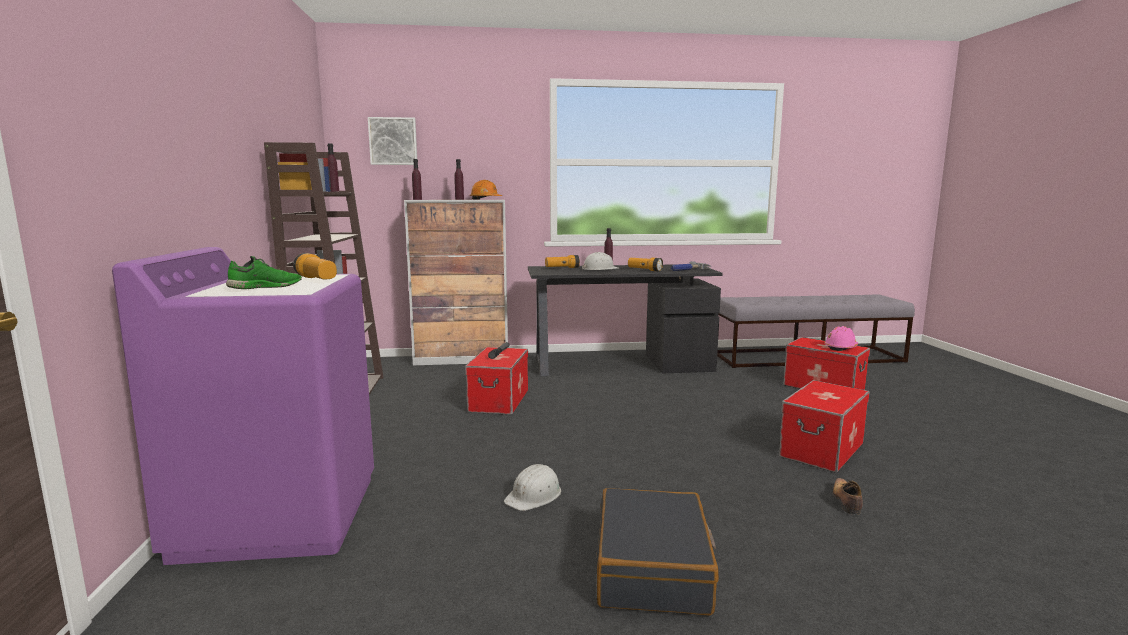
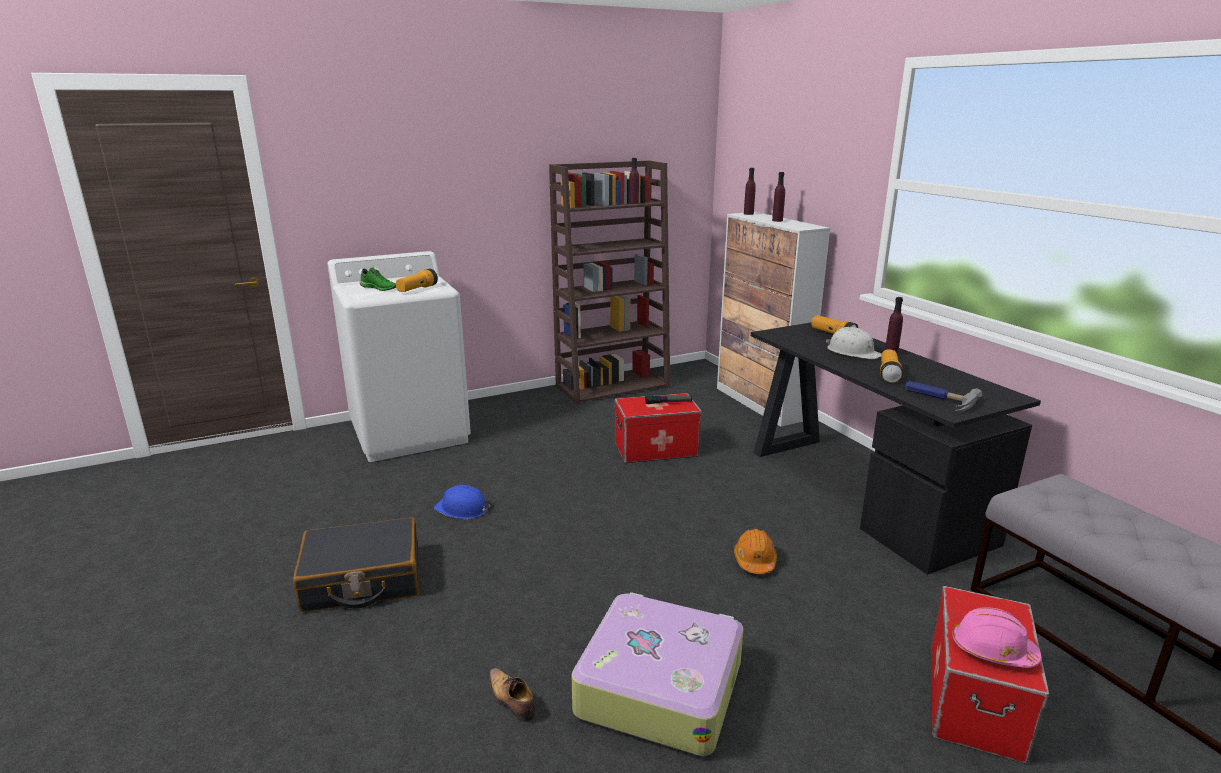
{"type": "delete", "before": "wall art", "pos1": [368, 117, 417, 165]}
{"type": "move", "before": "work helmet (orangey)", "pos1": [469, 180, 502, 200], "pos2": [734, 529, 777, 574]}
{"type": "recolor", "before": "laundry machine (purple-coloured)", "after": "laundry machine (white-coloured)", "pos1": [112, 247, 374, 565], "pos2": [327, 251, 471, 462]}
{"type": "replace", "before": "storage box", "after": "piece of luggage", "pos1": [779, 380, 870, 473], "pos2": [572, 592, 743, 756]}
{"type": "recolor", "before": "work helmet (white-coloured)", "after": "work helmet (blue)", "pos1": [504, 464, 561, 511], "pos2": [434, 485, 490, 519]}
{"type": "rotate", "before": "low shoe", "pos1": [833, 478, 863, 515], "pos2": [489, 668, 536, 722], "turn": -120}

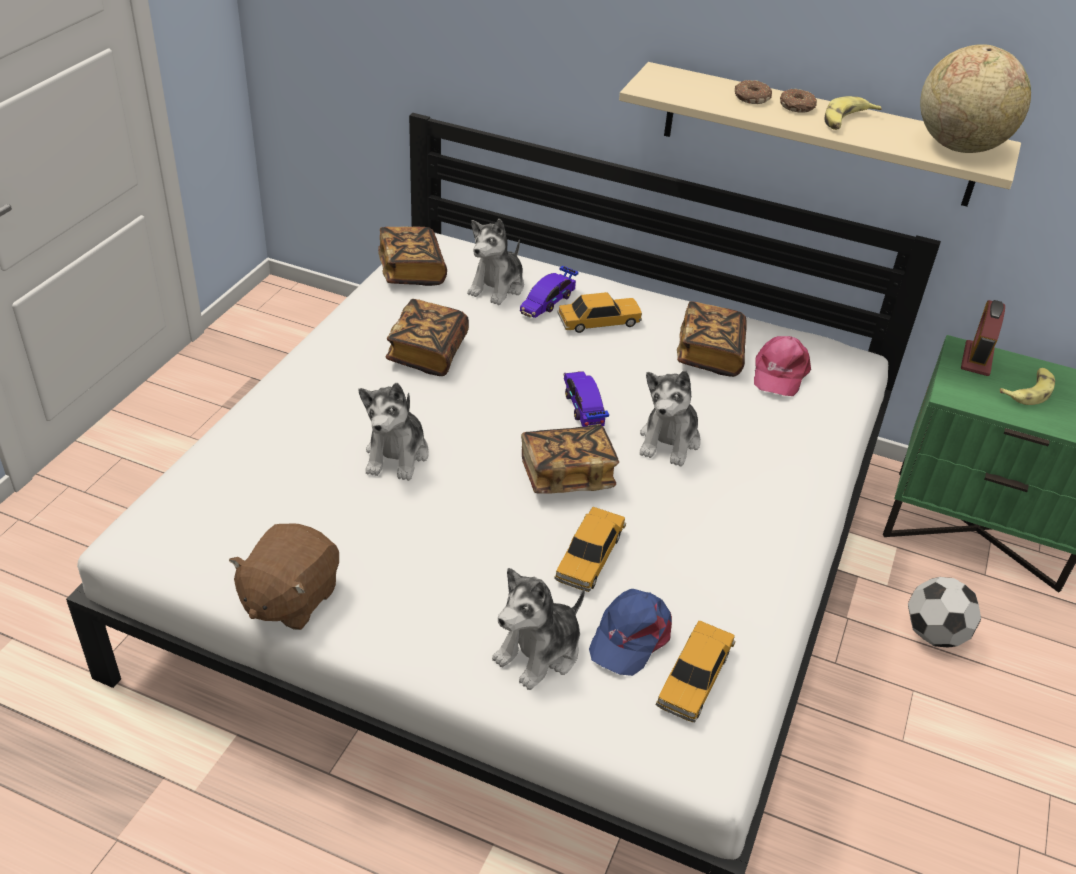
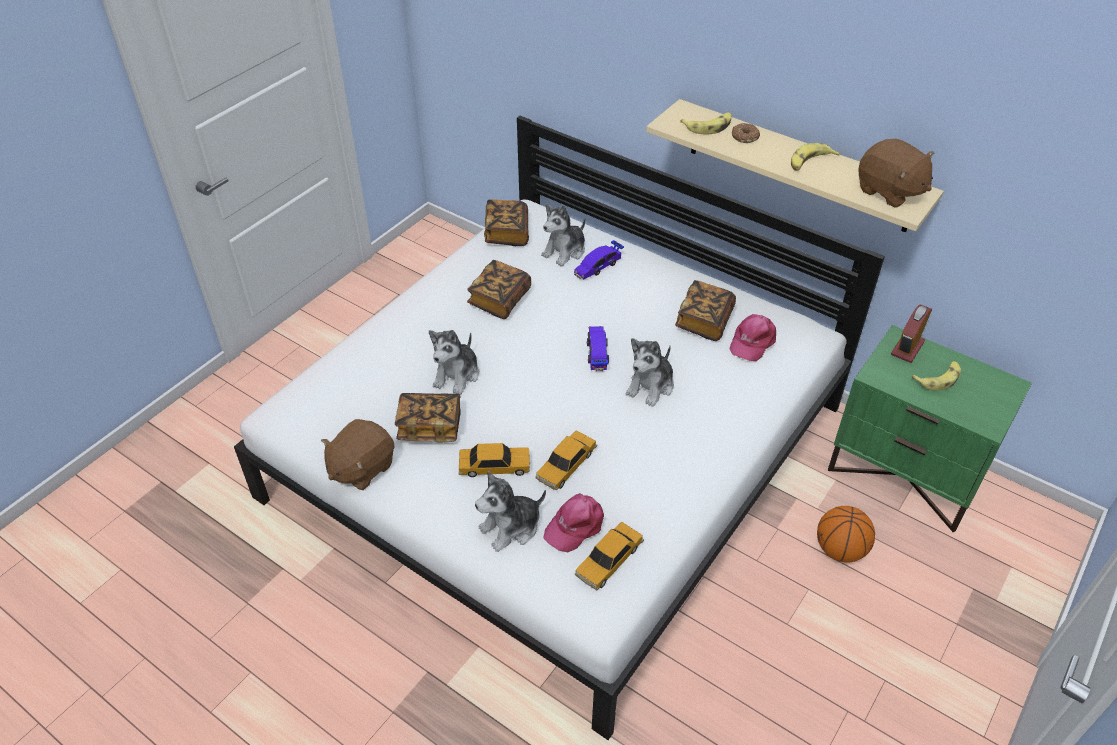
{"type": "replace", "before": "world globe", "after": "cuddly toy (brownish)", "pos1": [920, 45, 1031, 153], "pos2": [858, 139, 934, 208]}
{"type": "delete", "before": "ring doughnut", "pos1": [780, 89, 817, 113]}
{"type": "move", "before": "toy car", "pos1": [557, 292, 642, 333], "pos2": [459, 443, 530, 477]}
{"type": "move", "before": "volume", "pos1": [521, 426, 619, 494], "pos2": [395, 393, 461, 443]}
{"type": "replace", "before": "football ball", "after": "basketball", "pos1": [908, 577, 981, 648], "pos2": [817, 506, 875, 563]}
{"type": "recolor", "before": "baseball cap (blue)", "after": "baseball cap (pink)", "pos1": [589, 589, 672, 676], "pos2": [543, 493, 604, 552]}
{"type": "insert", "after": "banana", "pos2": [680, 113, 732, 135]}

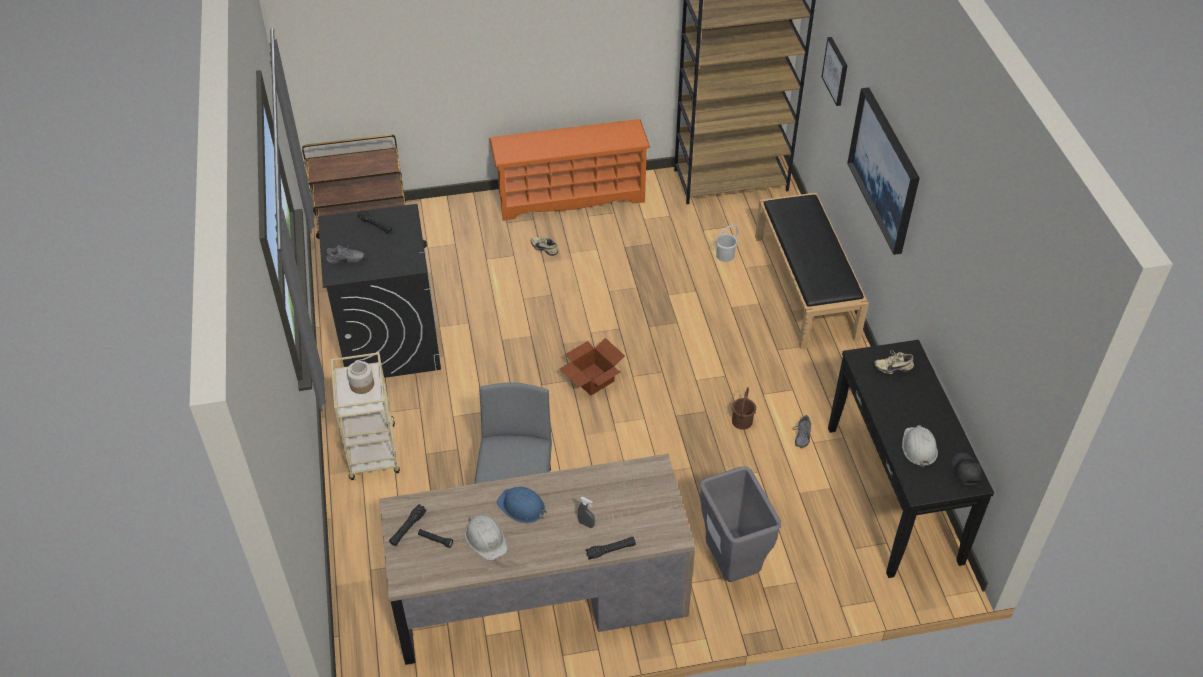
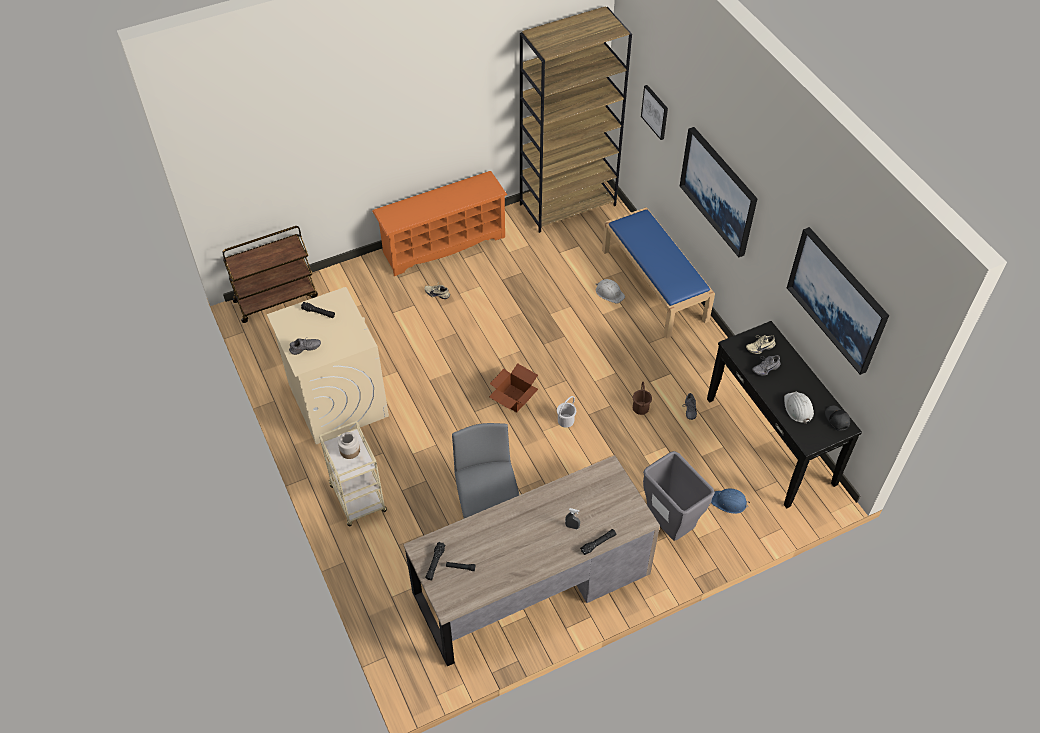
{"type": "recolor", "before": "long seat (black-coloured)", "after": "long seat (blue)", "pos1": [755, 192, 869, 349], "pos2": [602, 207, 715, 338]}
{"type": "recolor", "before": "laundry machine (black-coloured)", "after": "laundry machine (sand-coloured)", "pos1": [318, 204, 441, 378], "pos2": [267, 287, 389, 444]}
{"type": "move", "before": "bucket (white-coloured)", "pos1": [716, 225, 738, 262], "pos2": [557, 396, 576, 428]}
{"type": "move", "before": "work helmet (blue)", "pos1": [497, 487, 547, 523], "pos2": [711, 488, 750, 514]}
{"type": "move", "before": "work helmet (white-coloured)", "pos1": [465, 515, 508, 561], "pos2": [596, 279, 625, 304]}
{"type": "insert", "after": "wall art", "pos2": [787, 227, 889, 375]}
{"type": "insert", "after": "low shoe (grey)", "pos2": [752, 355, 780, 376]}

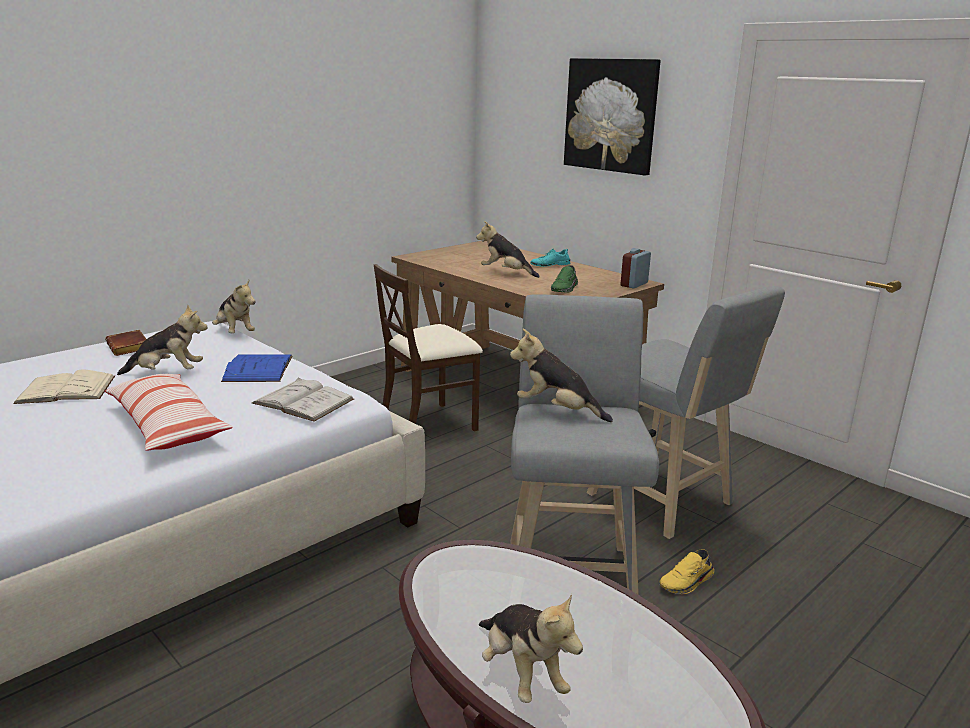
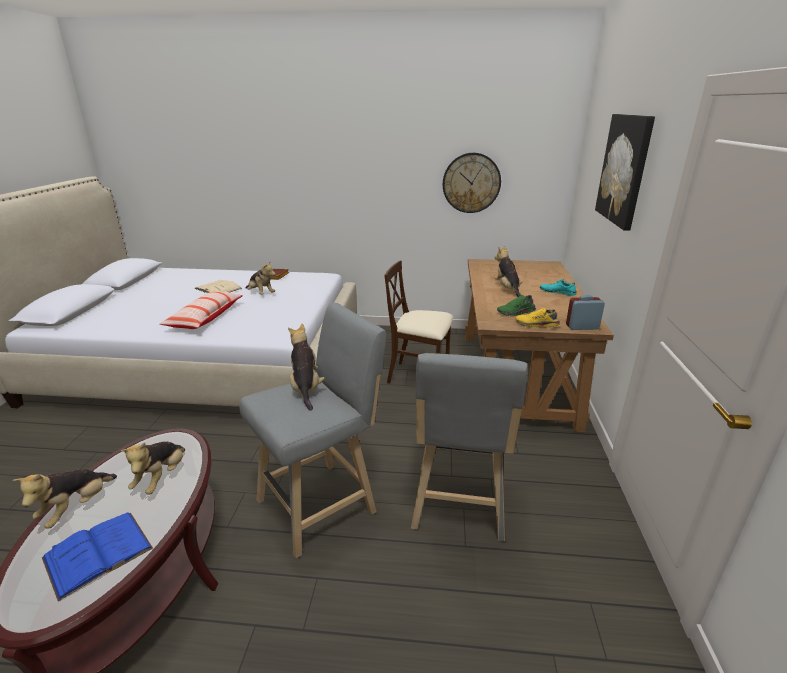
{"type": "move", "before": "cuddly toy", "pos1": [212, 280, 255, 333], "pos2": [121, 441, 185, 495]}
{"type": "move", "before": "volume (blue)", "pos1": [221, 354, 292, 382], "pos2": [42, 512, 153, 601]}
{"type": "delete", "before": "volume (white-coloured)", "pos1": [252, 378, 354, 422]}
{"type": "move", "before": "low shoe (yellowish)", "pos1": [660, 549, 714, 594], "pos2": [515, 308, 560, 328]}
{"type": "insert", "after": "clock on the wall", "pos2": [443, 153, 501, 213]}

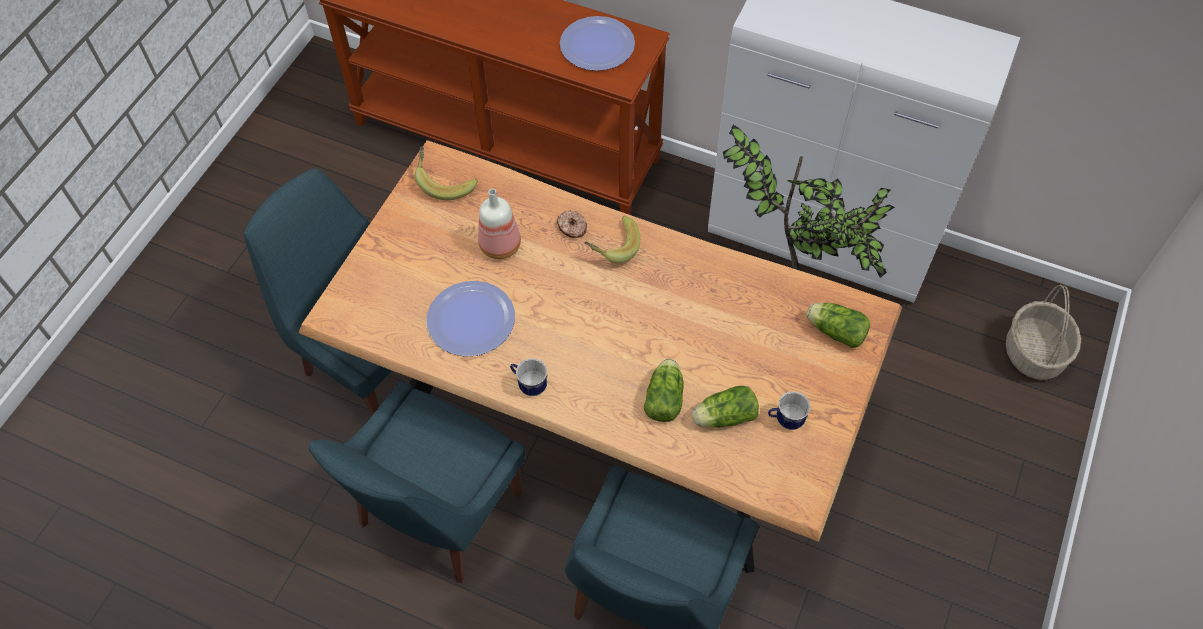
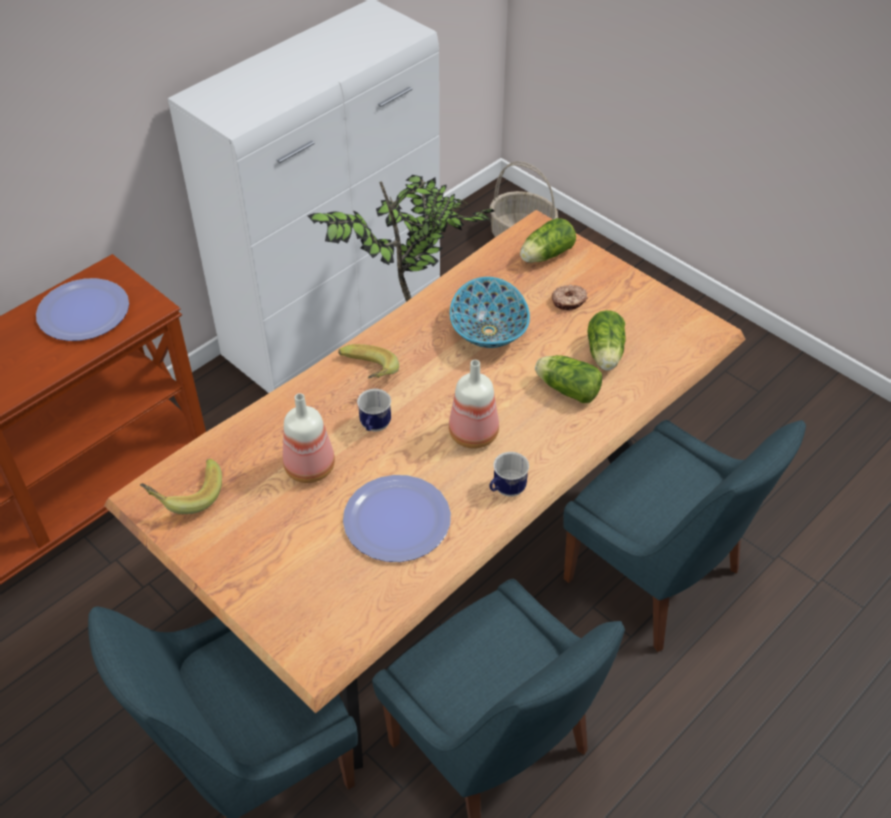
{"type": "move", "before": "ring doughnut", "pos1": [557, 210, 587, 238], "pos2": [552, 285, 588, 310]}
{"type": "move", "before": "tea mug", "pos1": [768, 391, 811, 430], "pos2": [357, 389, 391, 432]}
{"type": "insert", "after": "deep dish", "pos2": [450, 277, 530, 348]}
{"type": "insert", "after": "drink bottle", "pos2": [449, 360, 499, 449]}

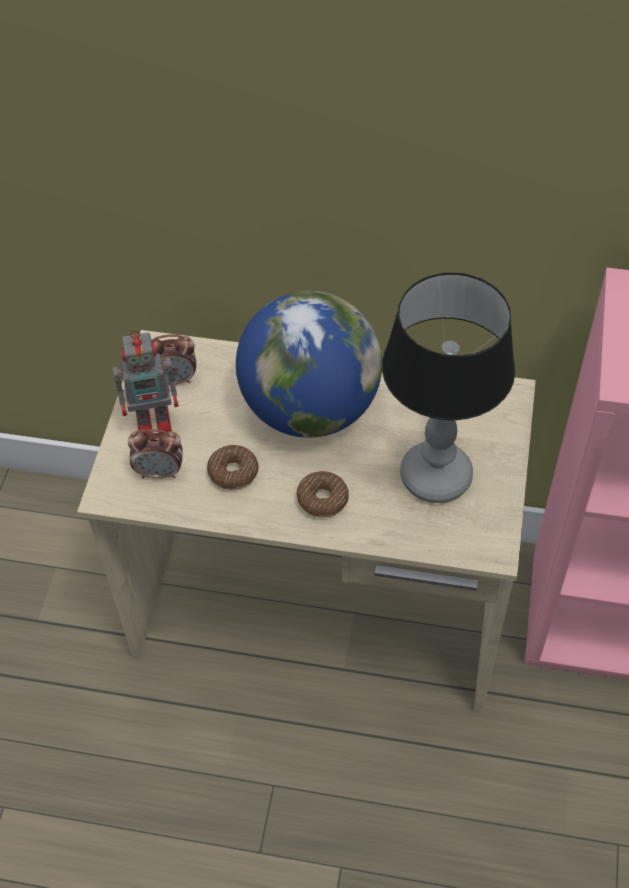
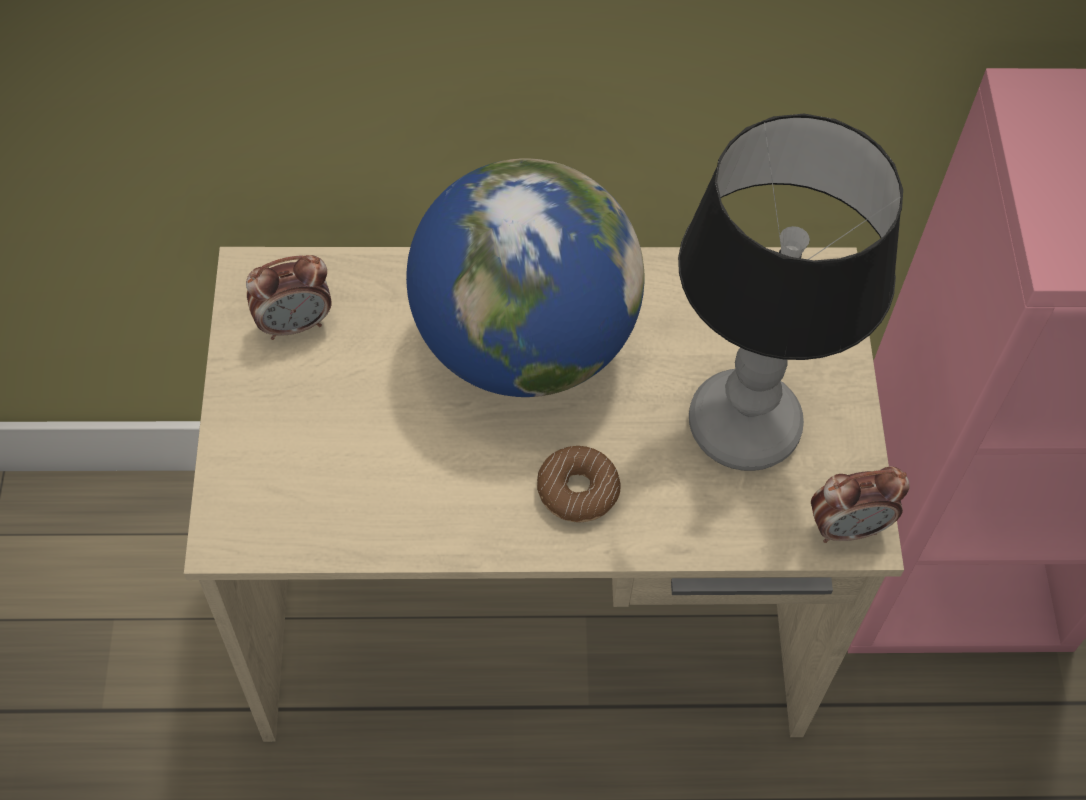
{"type": "delete", "before": "robot figure", "pos1": [113, 330, 179, 434]}
{"type": "move", "before": "bedside clock", "pos1": [128, 429, 183, 478], "pos2": [811, 466, 909, 543]}
{"type": "delete", "before": "ring doughnut", "pos1": [207, 445, 259, 490]}

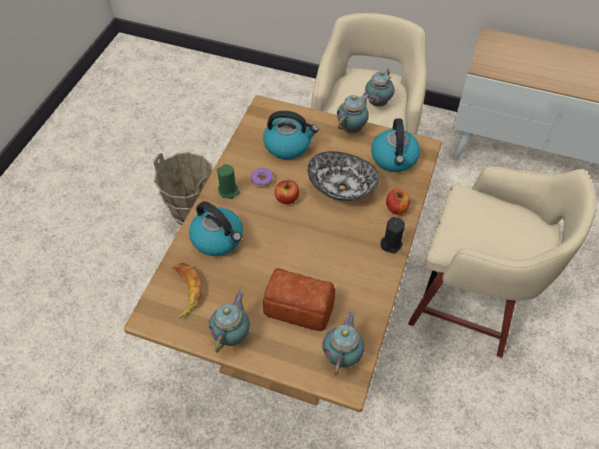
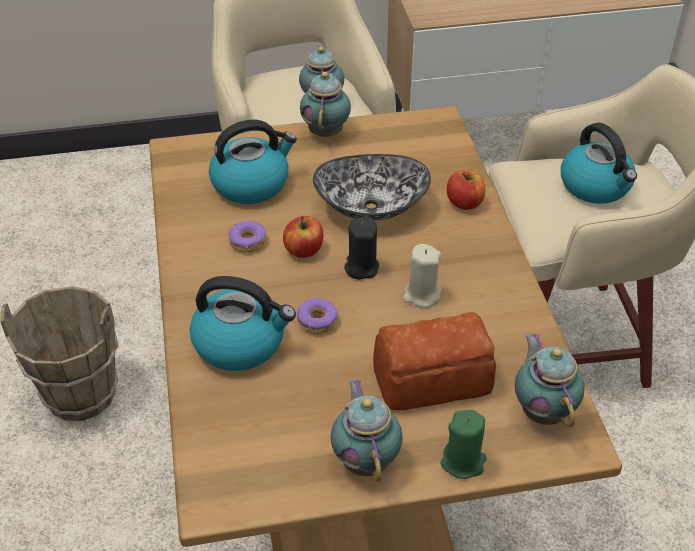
{"type": "move", "before": "tea kettle", "pos1": [371, 118, 420, 172], "pos2": [561, 123, 637, 204]}
{"type": "move", "before": "wax light (green-coloured)", "pos1": [217, 164, 240, 199], "pos2": [440, 410, 486, 479]}
{"type": "move", "before": "wax light (black-coloured)", "pos1": [381, 217, 405, 253], "pos2": [344, 217, 379, 280]}
{"type": "delete", "before": "banana", "pos1": [173, 263, 201, 318]}
{"type": "insert", "after": "wax light (sand-coloured)", "pos2": [403, 244, 441, 308]}
{"type": "insert", "after": "ring doughnut", "pos2": [297, 298, 338, 334]}

